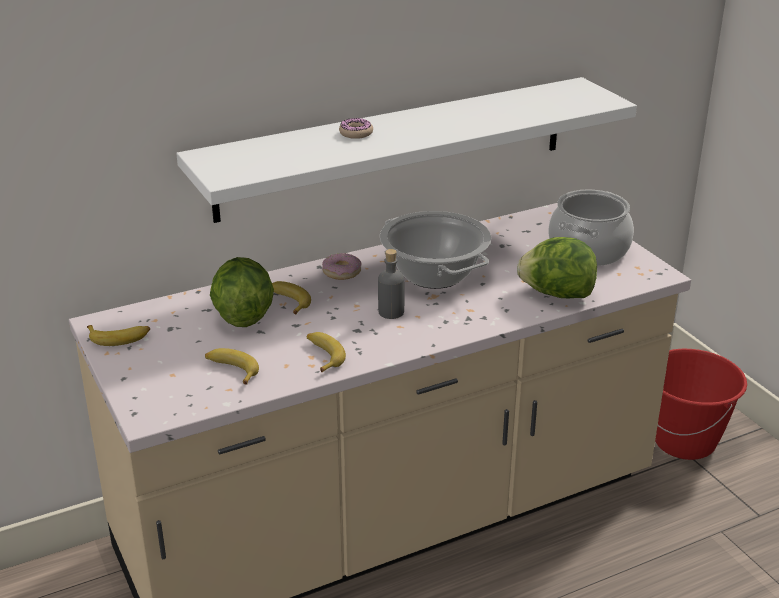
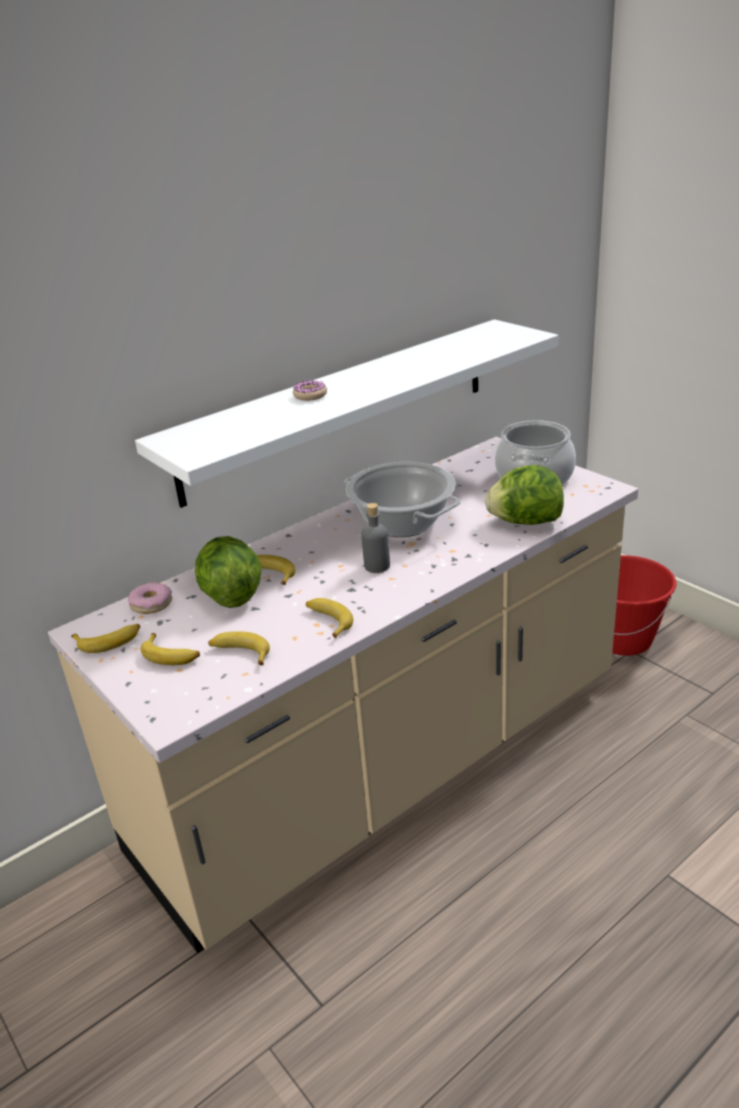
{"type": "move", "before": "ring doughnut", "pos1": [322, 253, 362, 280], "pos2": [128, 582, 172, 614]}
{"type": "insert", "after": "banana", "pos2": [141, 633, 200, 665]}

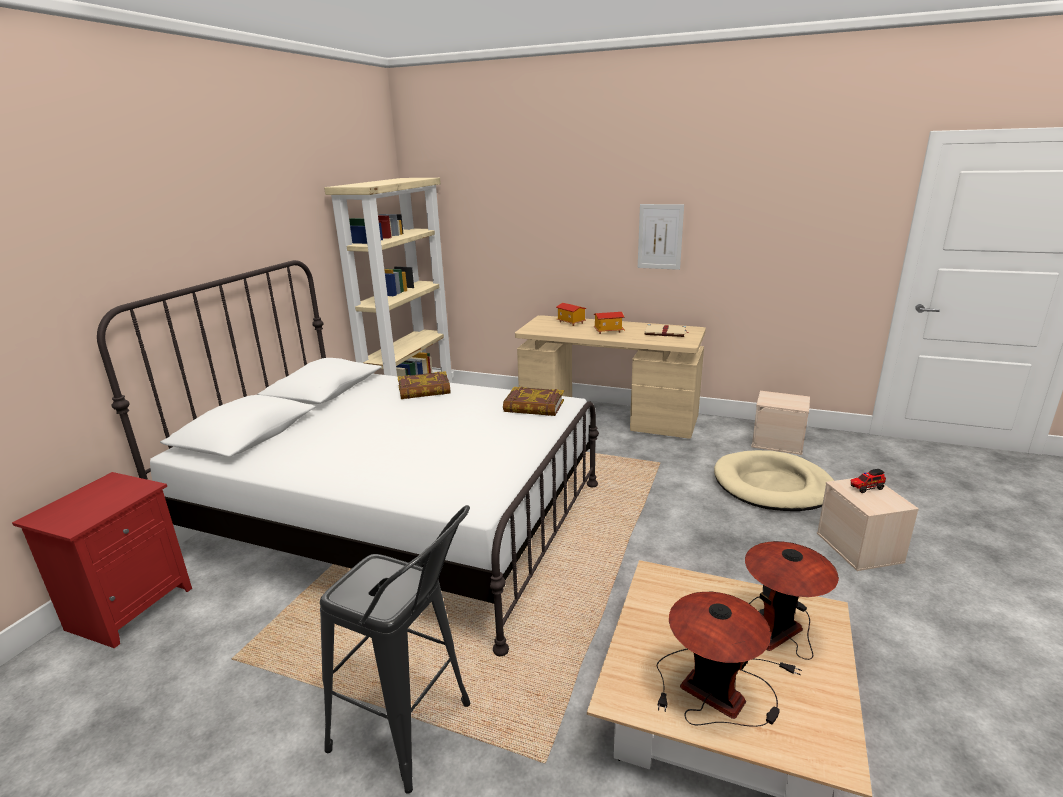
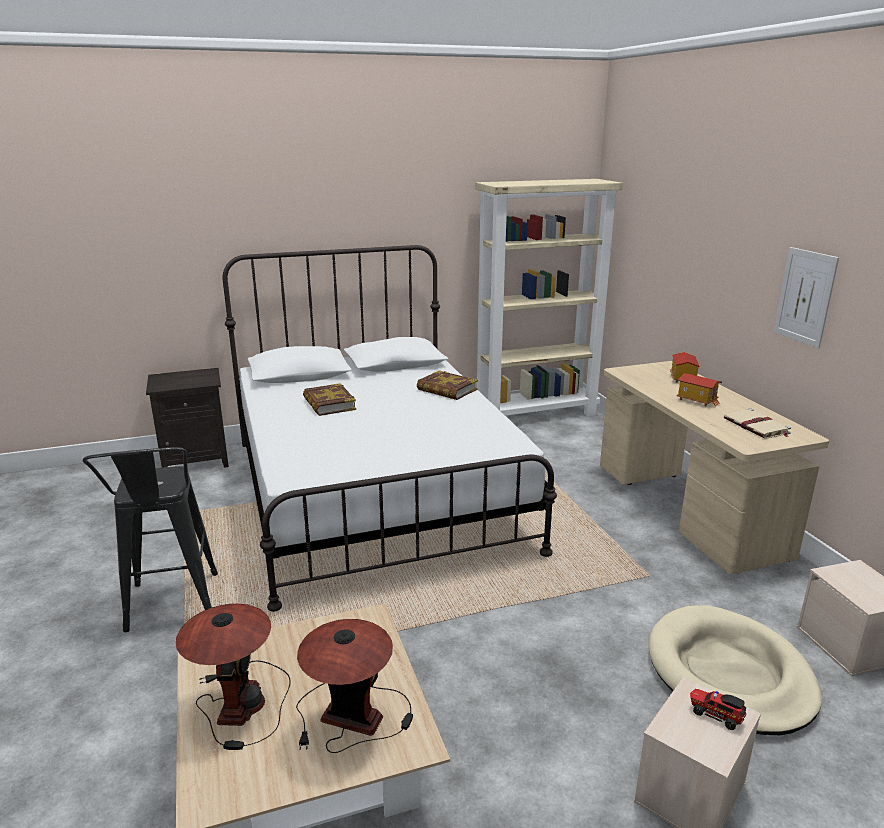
{"type": "move", "before": "volume", "pos1": [503, 387, 564, 416], "pos2": [303, 383, 356, 416]}
{"type": "recolor", "before": "night table (red-coloured)", "after": "night table (black-coloured)", "pos1": [12, 472, 192, 648], "pos2": [146, 368, 229, 468]}

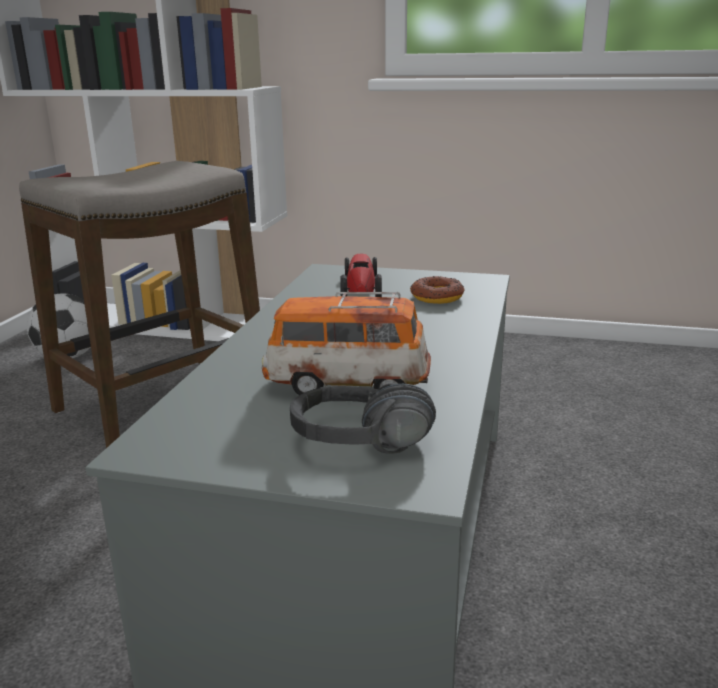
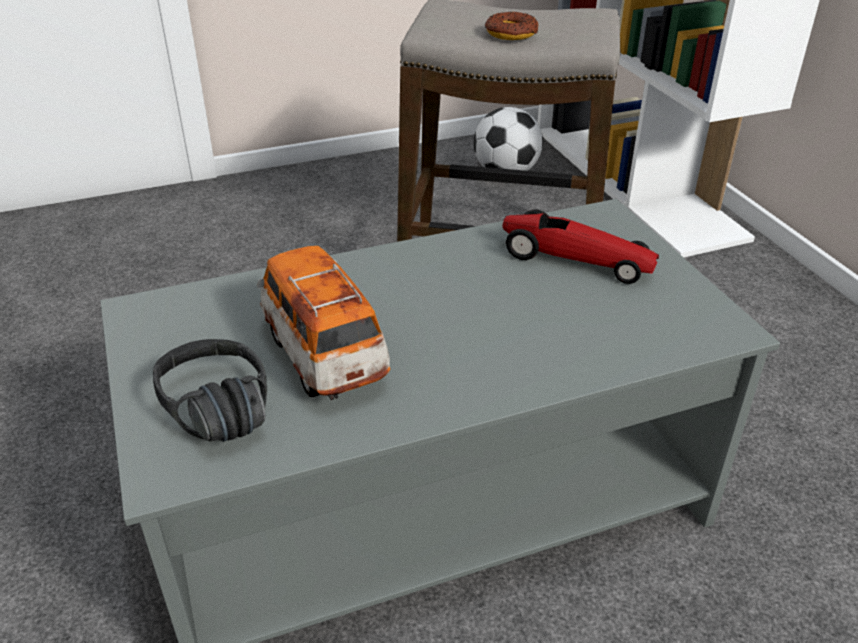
{"type": "rotate", "before": "toy car", "pos1": [340, 254, 382, 297], "pos2": [503, 209, 659, 284], "turn": 60}
{"type": "move", "before": "ring doughnut", "pos1": [410, 276, 465, 304], "pos2": [485, 12, 538, 40]}

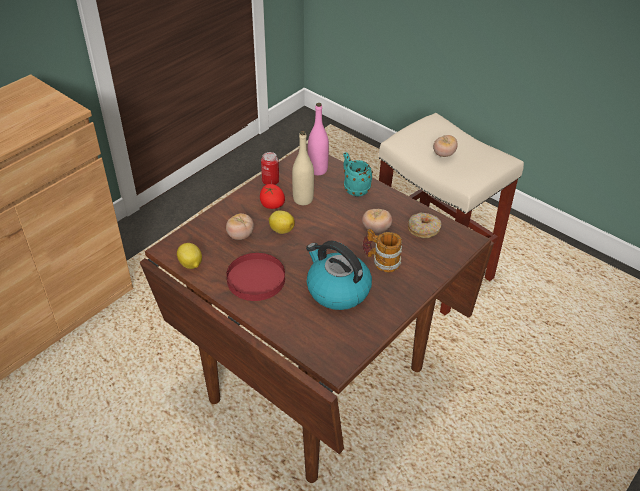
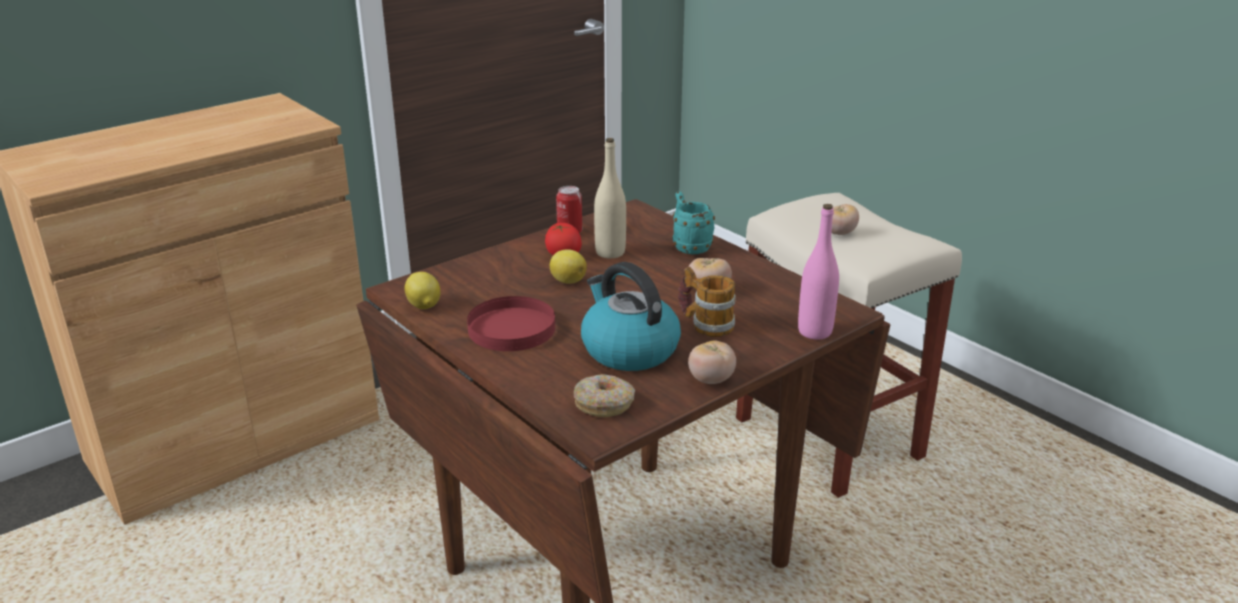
{"type": "move", "before": "drink bottle (pink)", "pos1": [308, 103, 329, 175], "pos2": [798, 204, 839, 340]}
{"type": "move", "before": "tomato", "pos1": [226, 213, 254, 240], "pos2": [688, 340, 736, 384]}
{"type": "move", "before": "ring doughnut", "pos1": [408, 213, 441, 238], "pos2": [574, 374, 635, 417]}

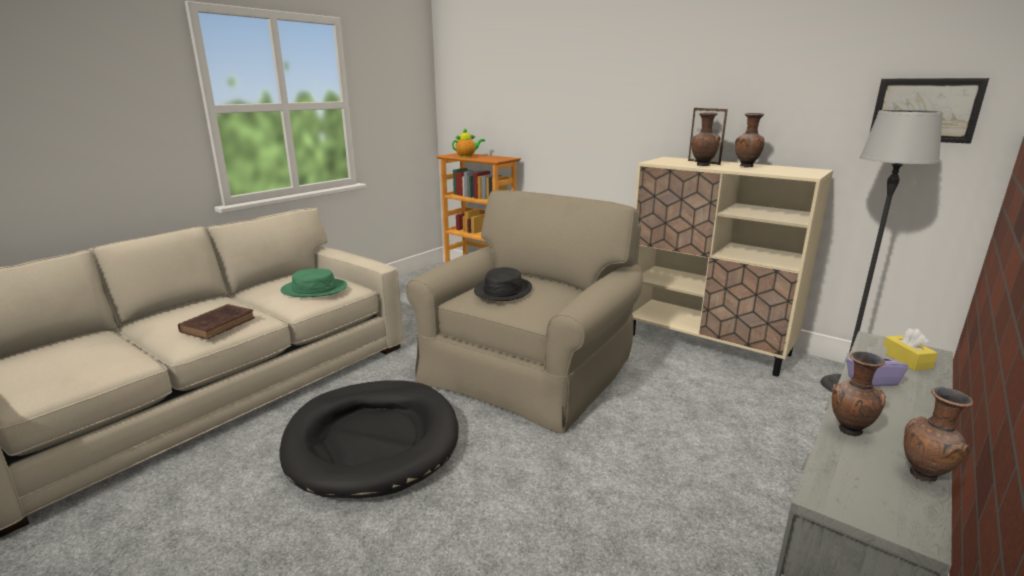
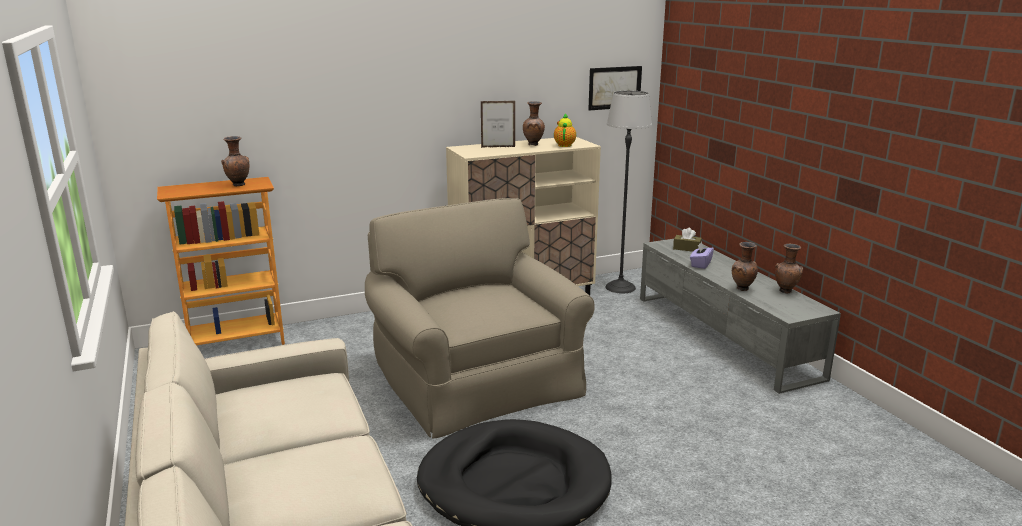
{"type": "move", "before": "vase (brownish)", "pos1": [691, 113, 720, 166], "pos2": [221, 136, 249, 187]}
{"type": "move", "before": "pot for tea", "pos1": [452, 128, 485, 158], "pos2": [554, 113, 576, 147]}
{"type": "delete", "before": "wearable hat (black-coloured)", "pos1": [474, 267, 532, 301]}
{"type": "delete", "before": "wearable hat (green-coloured)", "pos1": [280, 268, 347, 297]}
{"type": "delete", "before": "volume (brownish)", "pos1": [178, 304, 255, 339]}
{"type": "recolor", "before": "tissue box (yellowish)", "after": "tissue box (brownish)", "pos1": [883, 328, 938, 371], "pos2": [673, 228, 702, 252]}

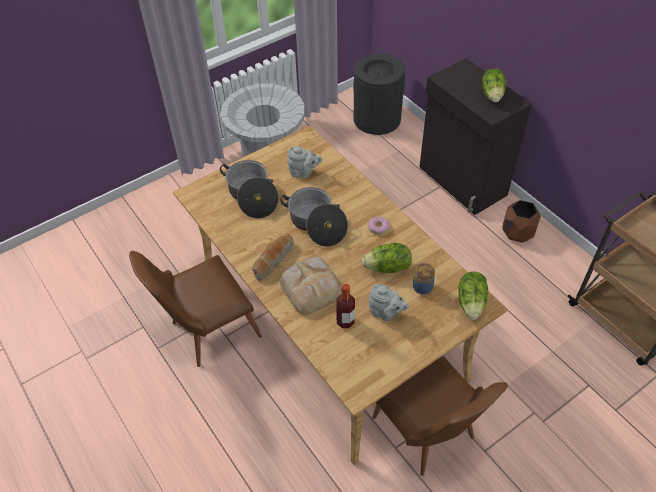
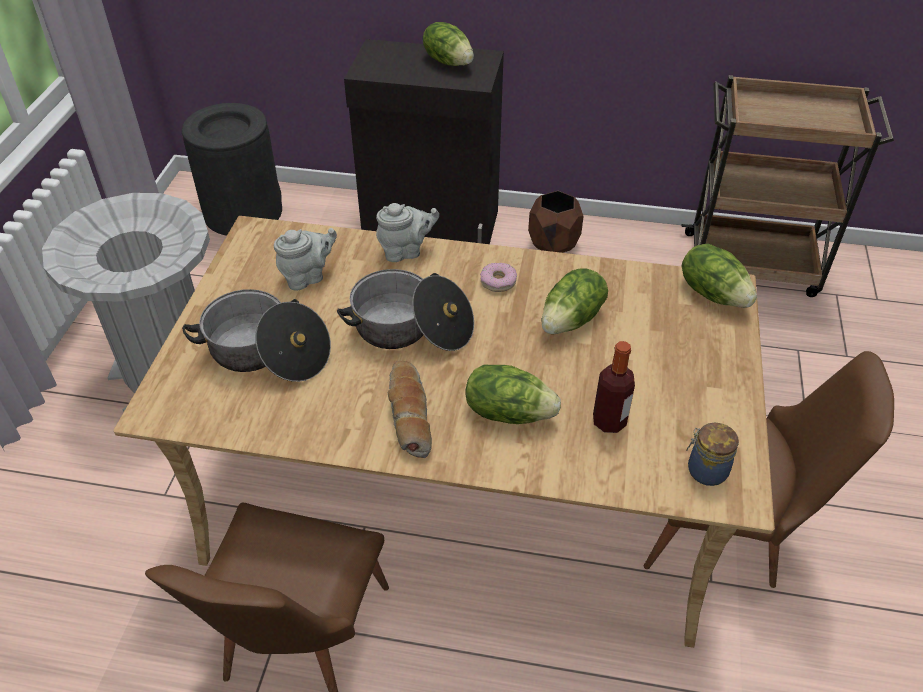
{"type": "replace", "before": "bread", "after": "lettuce head", "pos1": [280, 257, 342, 315], "pos2": [465, 365, 561, 424]}
{"type": "move", "before": "storage jar", "pos1": [413, 262, 435, 294], "pos2": [686, 423, 739, 486]}
{"type": "move", "before": "pot for tea (grey)", "pos1": [369, 284, 409, 321], "pos2": [376, 203, 439, 262]}

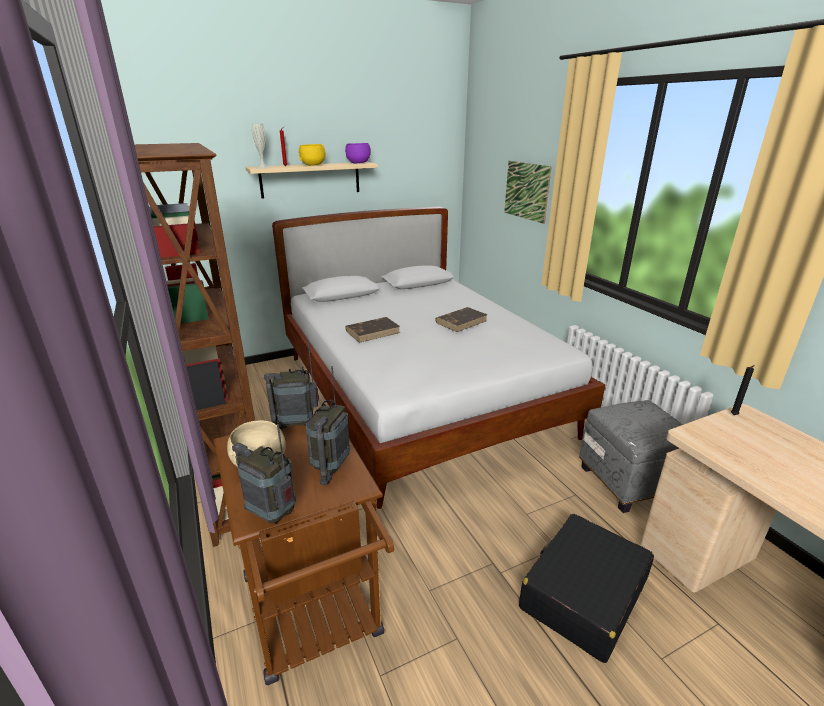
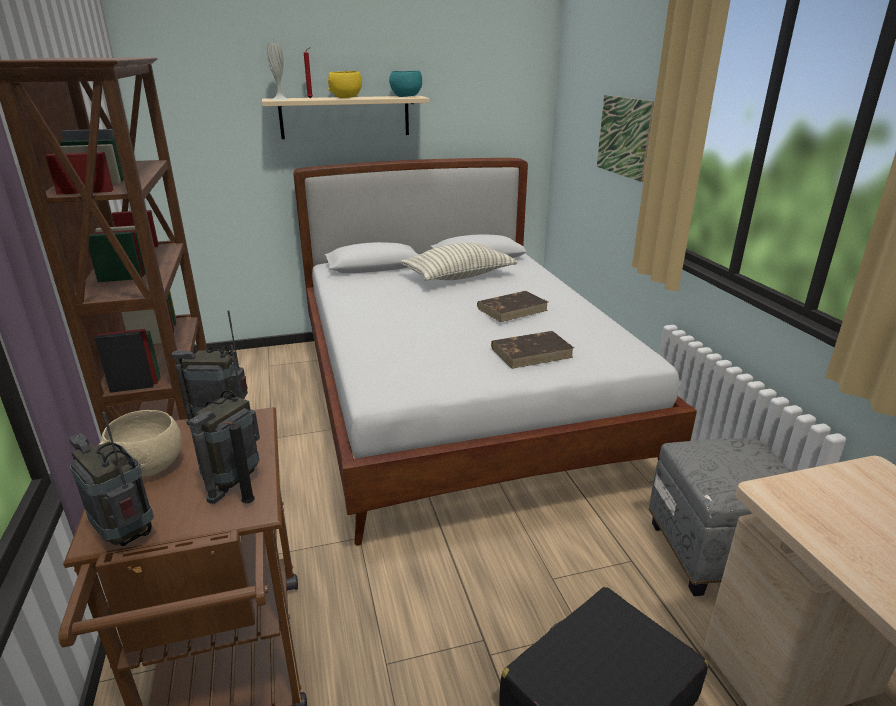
{"type": "recolor", "before": "deep dish (purple-coloured)", "after": "deep dish (blue-green)", "pos1": [345, 143, 371, 164], "pos2": [389, 71, 422, 97]}
{"type": "move", "before": "volume (brownish)", "pos1": [345, 317, 400, 343], "pos2": [491, 331, 574, 369]}
{"type": "move", "before": "wax light (black-coloured)", "pos1": [731, 365, 755, 415], "pos2": [225, 422, 255, 504]}
{"type": "insert", "after": "cushion", "pos2": [401, 242, 517, 281]}

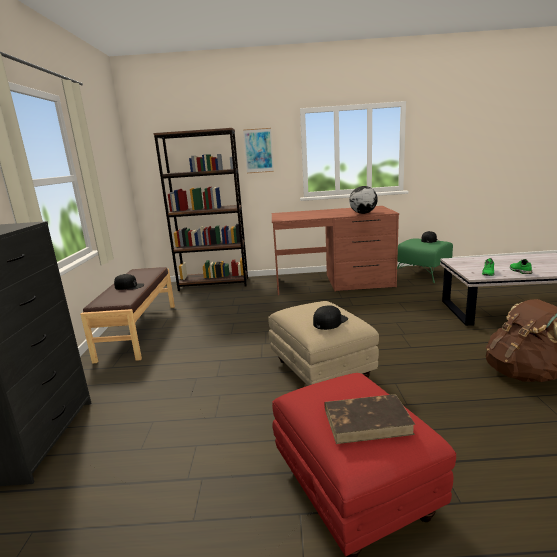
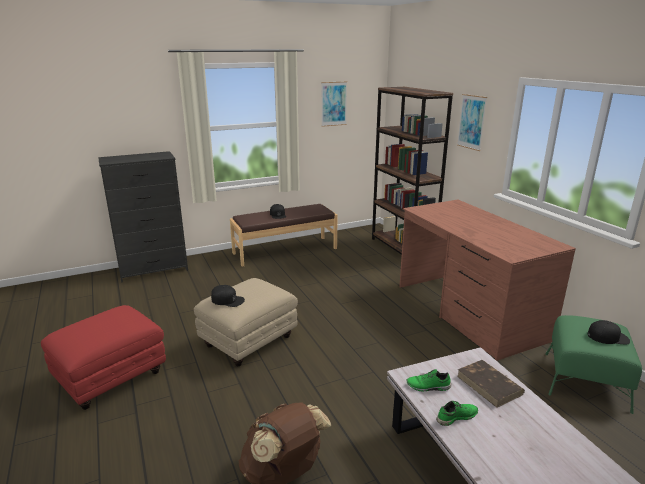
{"type": "delete", "before": "world globe", "pos1": [349, 186, 378, 214]}
{"type": "move", "before": "volume (brownish)", "pos1": [325, 394, 415, 444], "pos2": [457, 360, 525, 408]}
{"type": "insert", "after": "wall art", "pos2": [321, 81, 347, 127]}

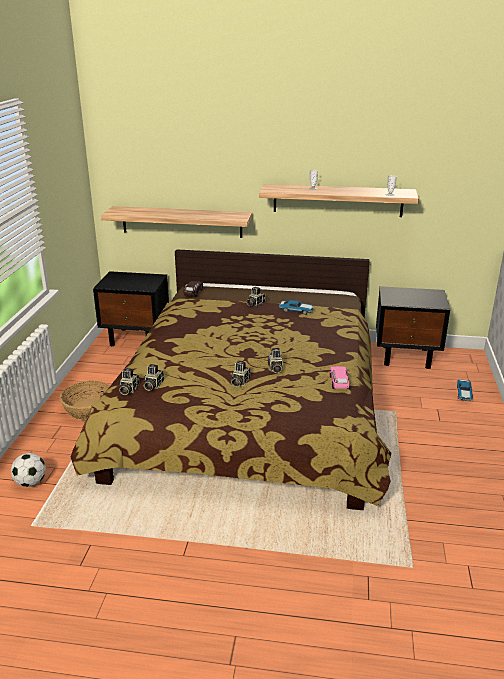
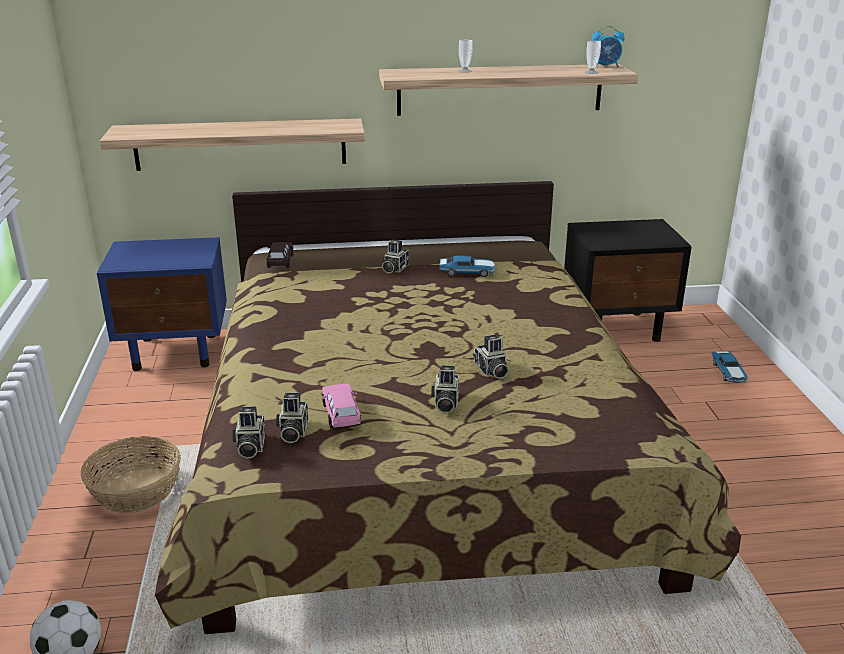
{"type": "recolor", "before": "night table (black-coloured)", "after": "night table (blue)", "pos1": [93, 271, 169, 346], "pos2": [97, 237, 227, 371]}
{"type": "move", "before": "toy car (pink)", "pos1": [330, 366, 350, 389], "pos2": [322, 383, 361, 429]}
{"type": "insert", "after": "bedside clock", "pos2": [592, 26, 625, 68]}

